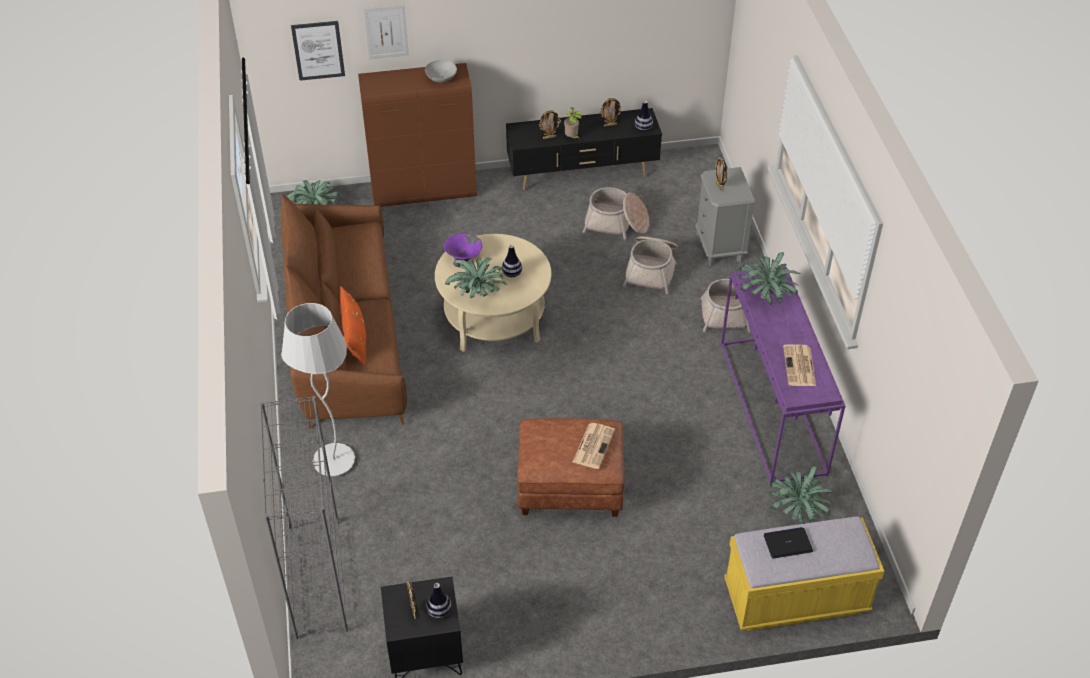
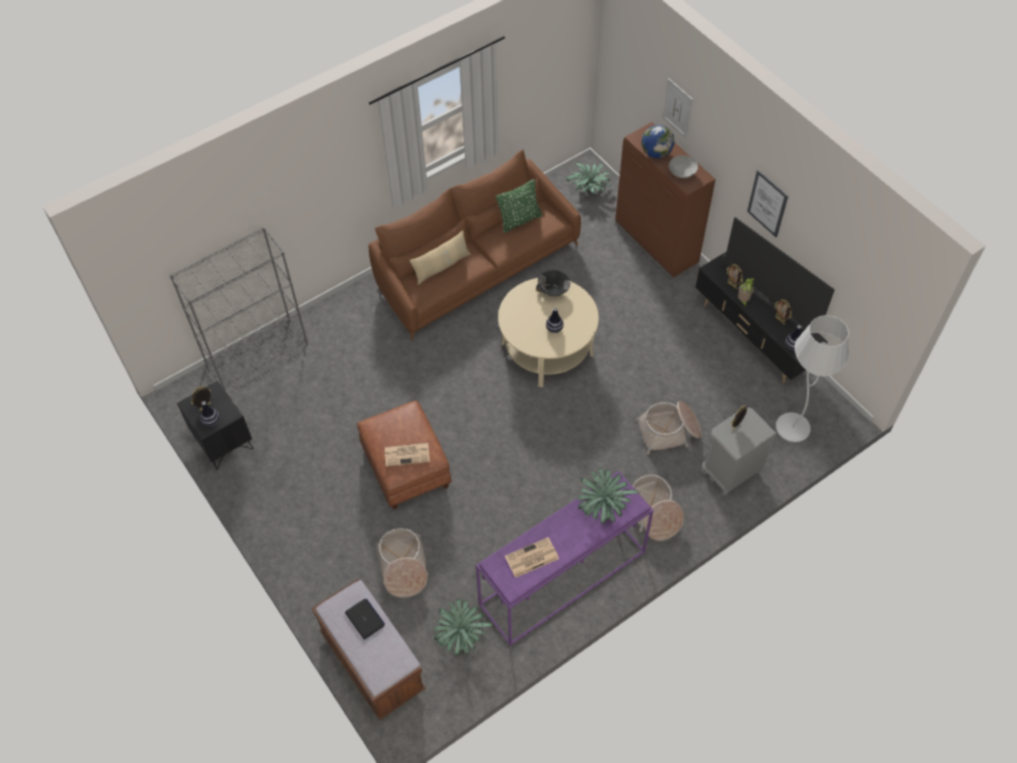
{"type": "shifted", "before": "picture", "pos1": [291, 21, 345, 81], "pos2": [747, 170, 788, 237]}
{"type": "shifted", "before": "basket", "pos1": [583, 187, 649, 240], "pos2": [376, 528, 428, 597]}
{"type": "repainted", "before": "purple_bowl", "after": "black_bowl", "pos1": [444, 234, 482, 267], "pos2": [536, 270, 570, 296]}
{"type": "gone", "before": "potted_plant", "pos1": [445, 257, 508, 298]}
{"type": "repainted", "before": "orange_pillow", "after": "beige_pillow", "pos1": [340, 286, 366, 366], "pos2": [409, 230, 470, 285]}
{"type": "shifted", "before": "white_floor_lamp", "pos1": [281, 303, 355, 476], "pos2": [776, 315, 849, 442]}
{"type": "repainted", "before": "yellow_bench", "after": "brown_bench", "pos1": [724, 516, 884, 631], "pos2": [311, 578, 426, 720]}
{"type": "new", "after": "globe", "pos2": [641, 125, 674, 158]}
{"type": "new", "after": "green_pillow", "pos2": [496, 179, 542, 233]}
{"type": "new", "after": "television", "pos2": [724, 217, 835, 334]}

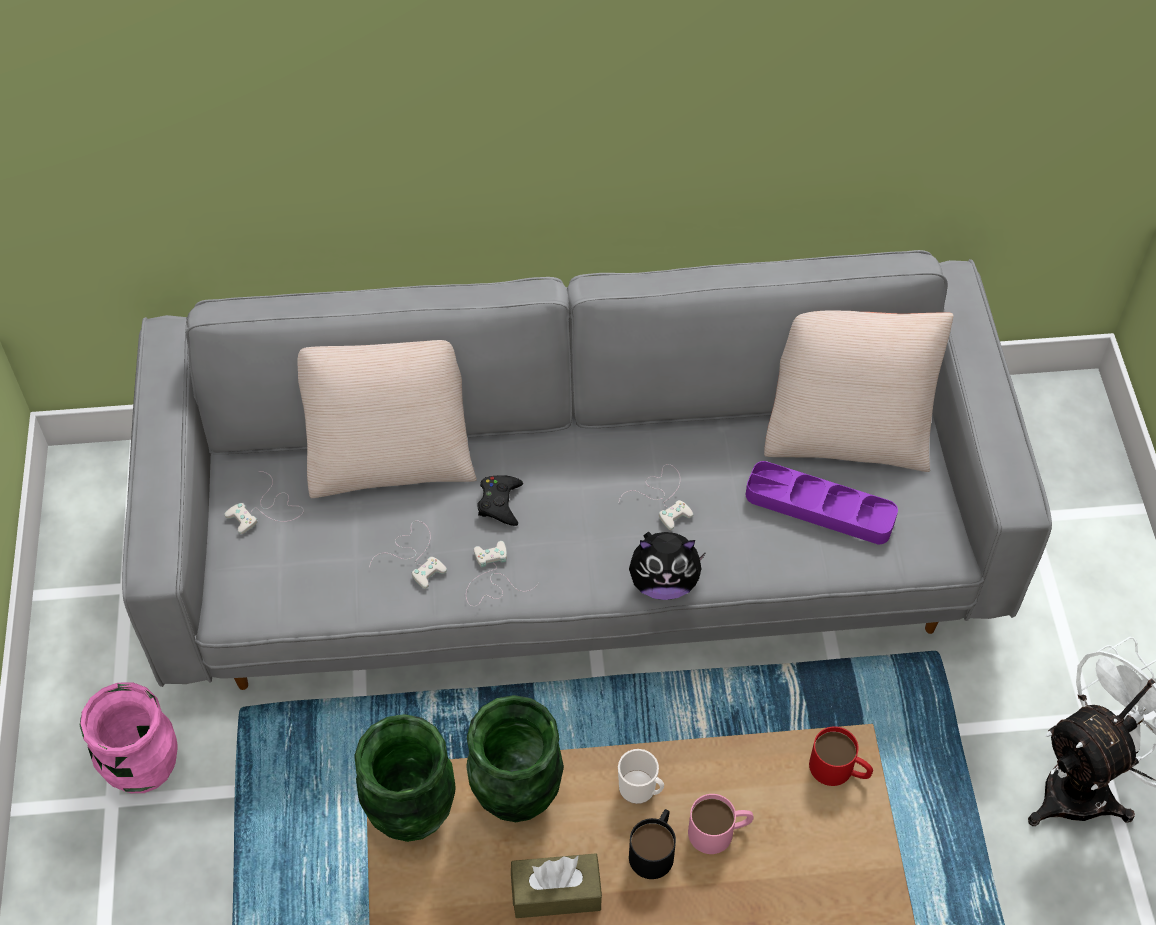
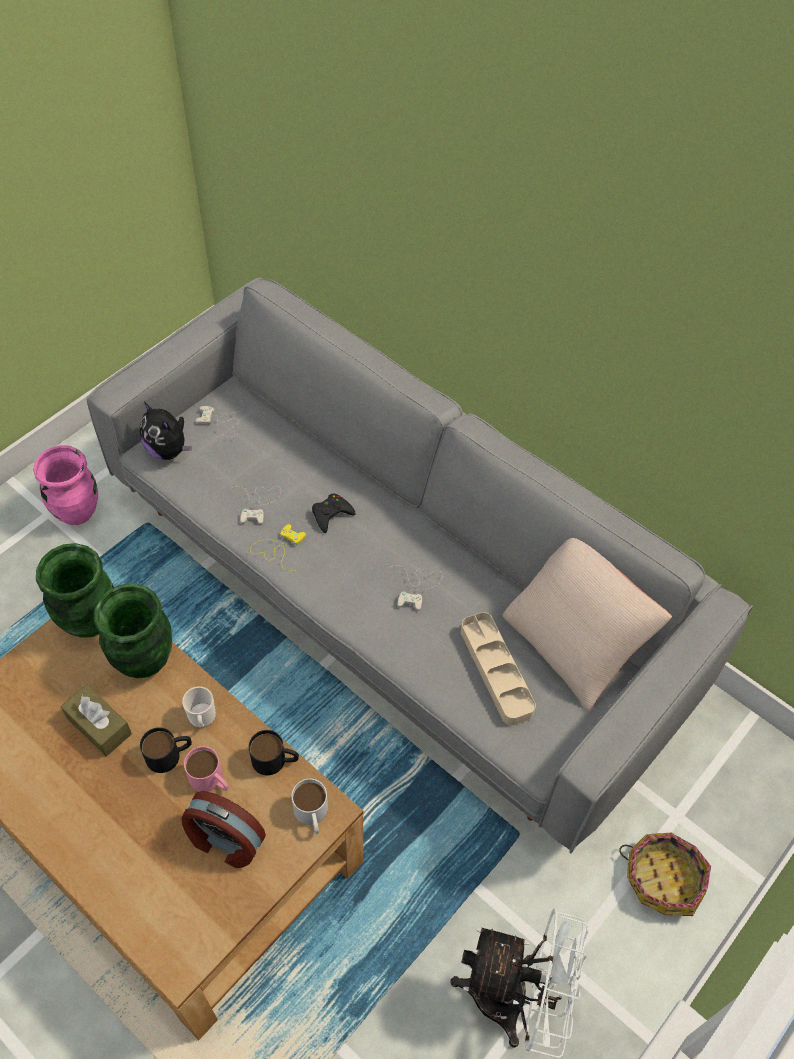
{"type": "gone", "before": "beige_pillow", "pos1": [298, 340, 477, 498]}
{"type": "repainted", "before": "purple_tray", "after": "beige_tray", "pos1": [746, 461, 898, 544], "pos2": [461, 612, 536, 725]}
{"type": "shifted", "before": "plush_toy", "pos1": [629, 532, 706, 600], "pos2": [140, 402, 192, 460]}
{"type": "repainted", "before": "white_game_controller", "after": "yellow_game_controller", "pos1": [466, 541, 539, 607], "pos2": [250, 524, 306, 571]}
{"type": "repainted", "before": "red_mug", "after": "white_mug", "pos1": [809, 726, 873, 786], "pos2": [292, 779, 328, 834]}
{"type": "new", "after": "black_mug", "pos2": [249, 730, 299, 775]}
{"type": "new", "after": "alarm_clock", "pos2": [181, 791, 266, 868]}
{"type": "new", "after": "basket", "pos2": [619, 833, 711, 916]}

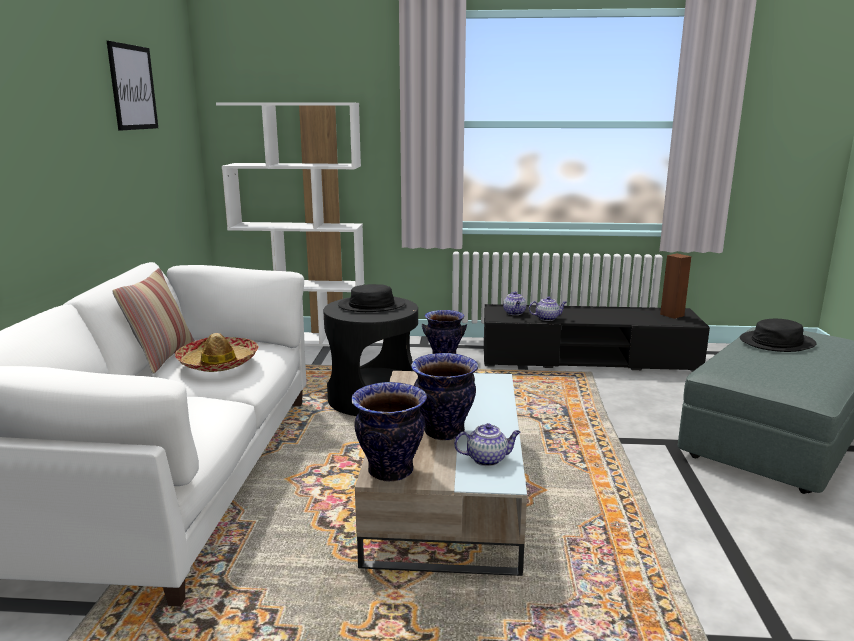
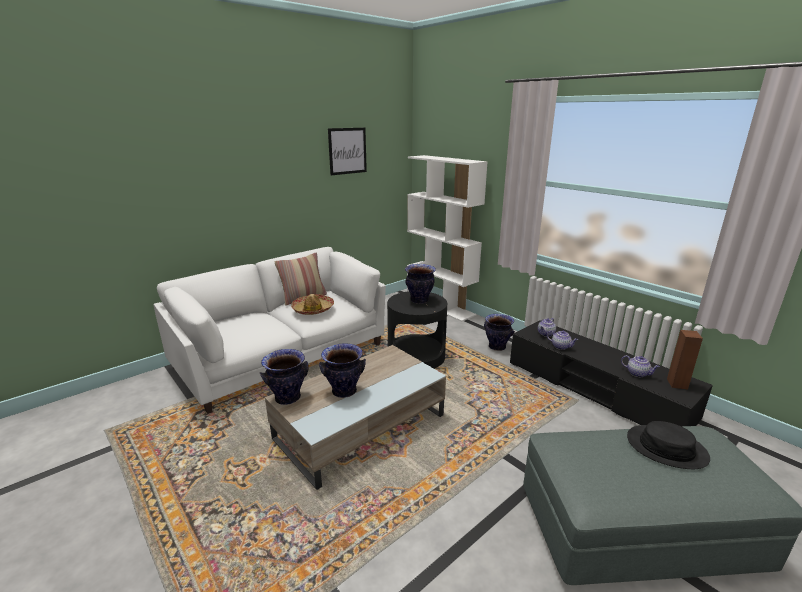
{"type": "swapped", "before": "black_hat", "after": "vase", "pos1": [338, 284, 405, 312], "pos2": [405, 264, 436, 304]}
{"type": "shifted", "before": "teapot", "pos1": [454, 423, 521, 466], "pos2": [621, 355, 660, 377]}

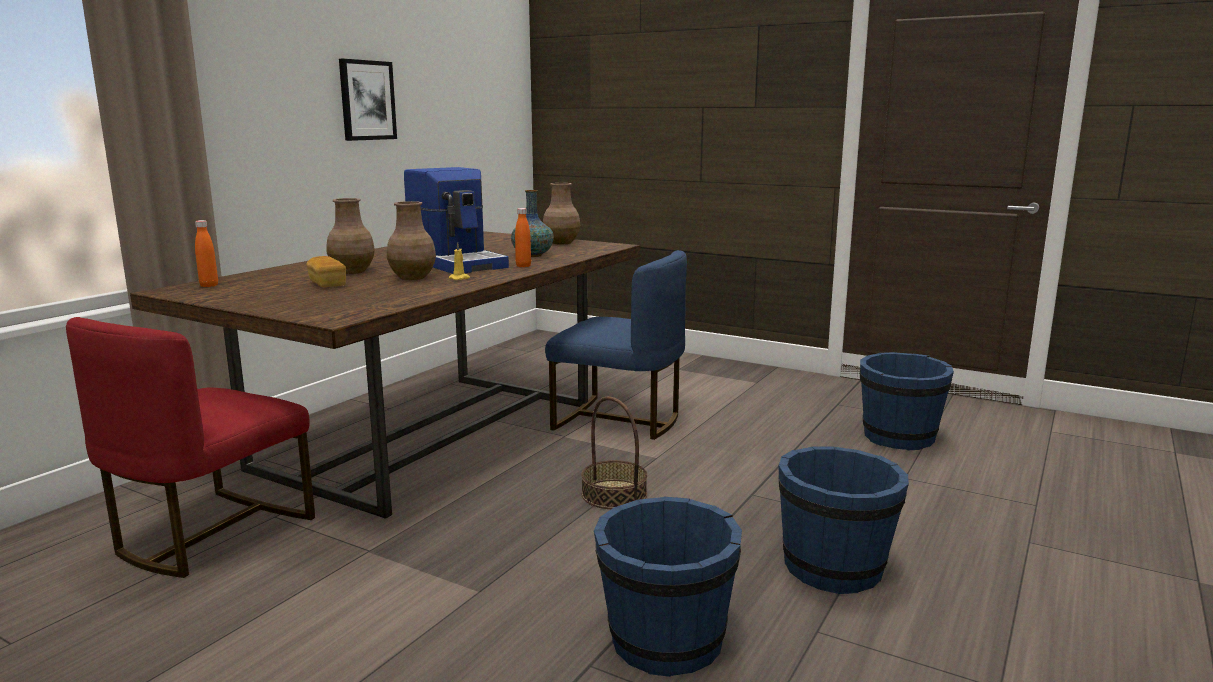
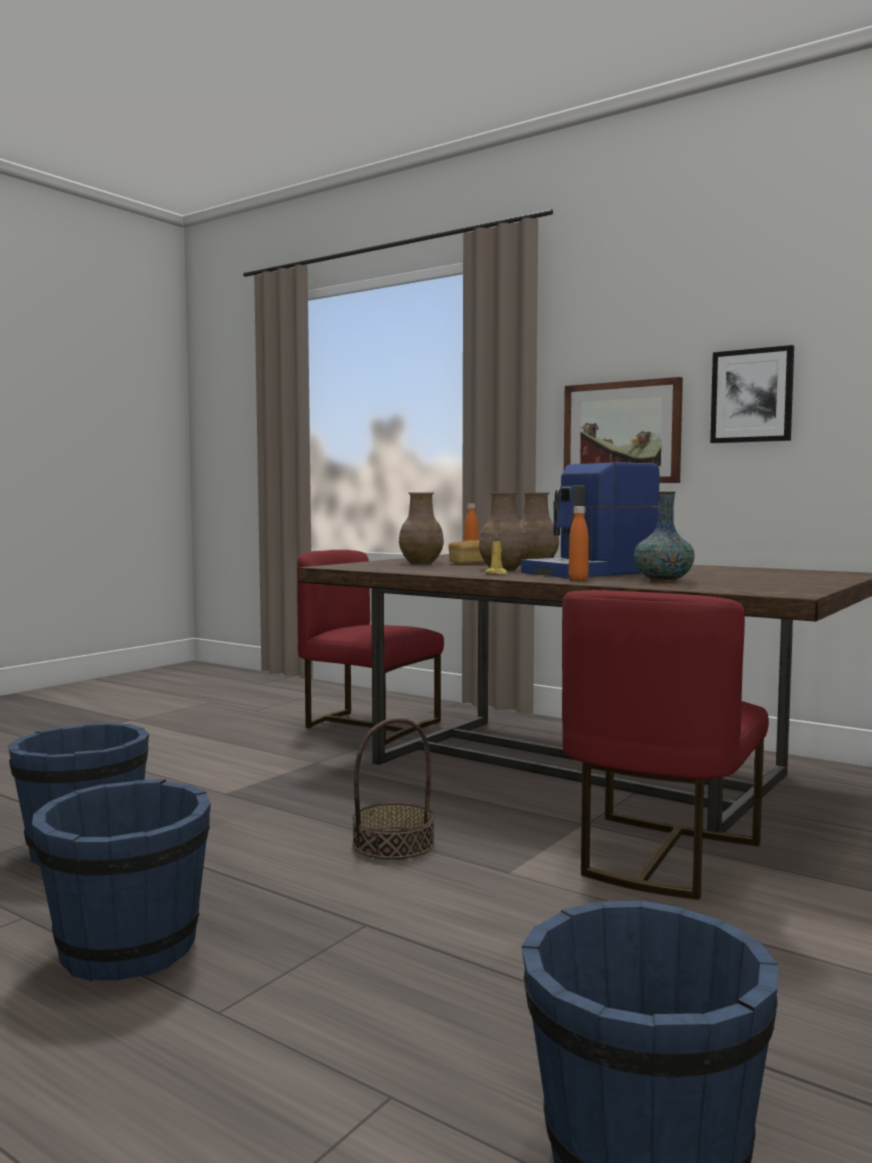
{"type": "shifted", "before": "brown_vase", "pos1": [543, 183, 580, 244], "pos2": [399, 492, 444, 564]}
{"type": "repainted", "before": "blue_chair", "after": "red_chair", "pos1": [545, 250, 687, 440], "pos2": [562, 590, 769, 900]}
{"type": "new", "after": "picture", "pos2": [564, 377, 683, 483]}

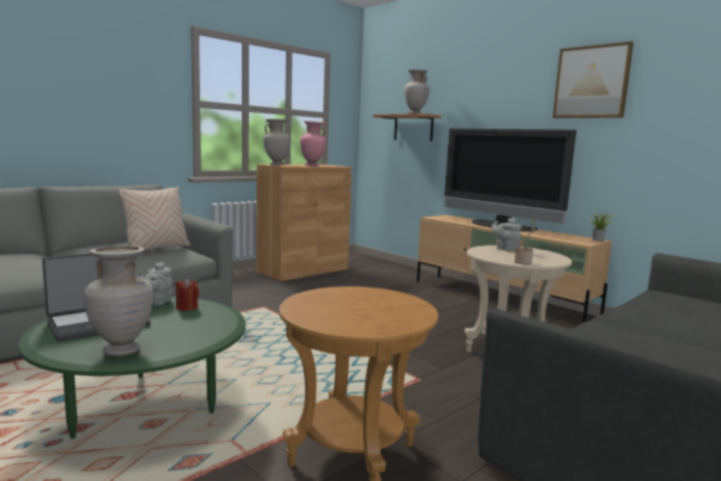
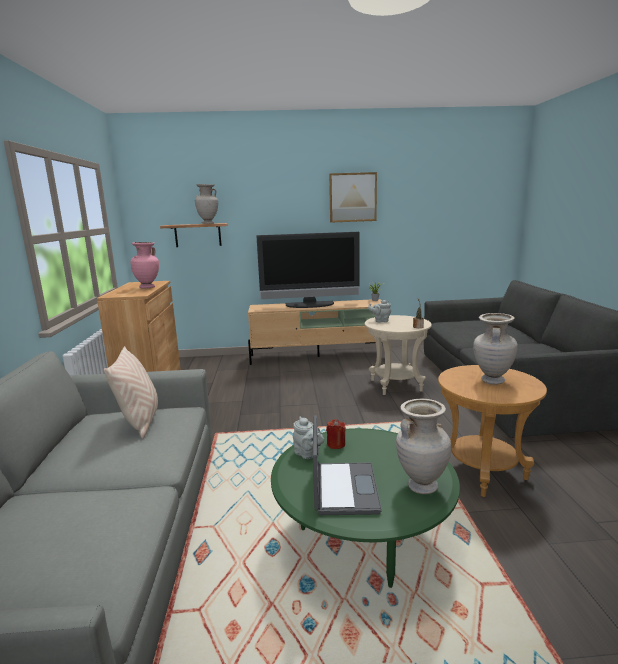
{"type": "shifted", "before": "beige_vase", "pos1": [263, 119, 291, 165], "pos2": [473, 313, 518, 385]}

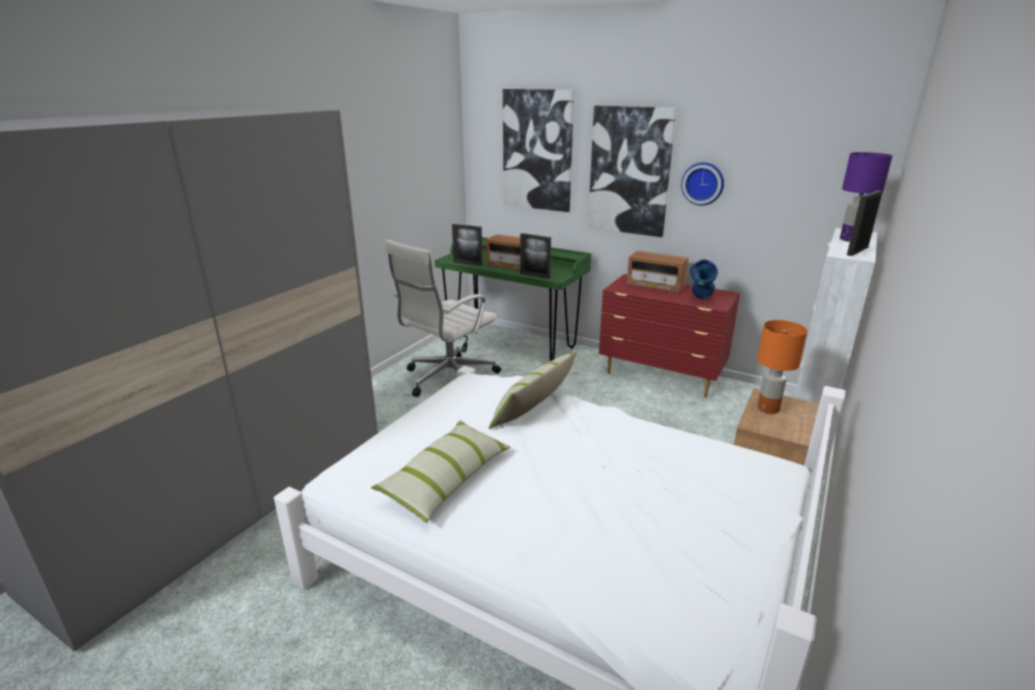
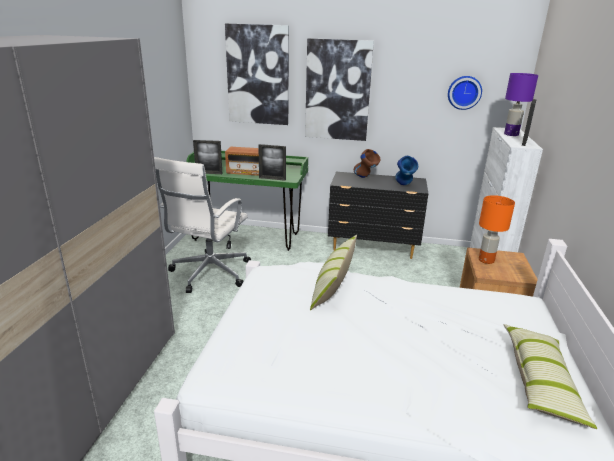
{"type": "shifted", "before": "wall_clock", "pos1": [681, 162, 724, 205], "pos2": [448, 76, 482, 110]}
{"type": "swapped", "before": "radio", "after": "brown_vase", "pos1": [627, 251, 689, 293], "pos2": [353, 149, 380, 178]}
{"type": "repainted", "before": "red_dresser", "after": "black_dresser", "pos1": [599, 274, 740, 398], "pos2": [328, 172, 428, 259]}
{"type": "shifted", "before": "pillow", "pos1": [371, 420, 510, 523], "pos2": [504, 324, 597, 429]}

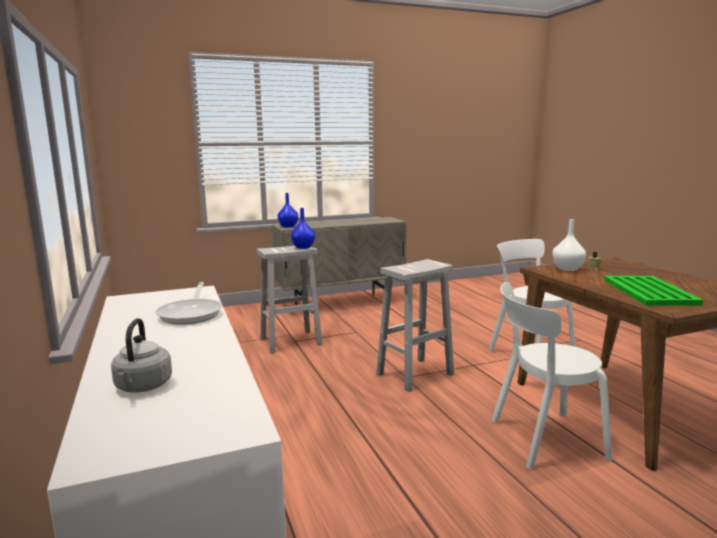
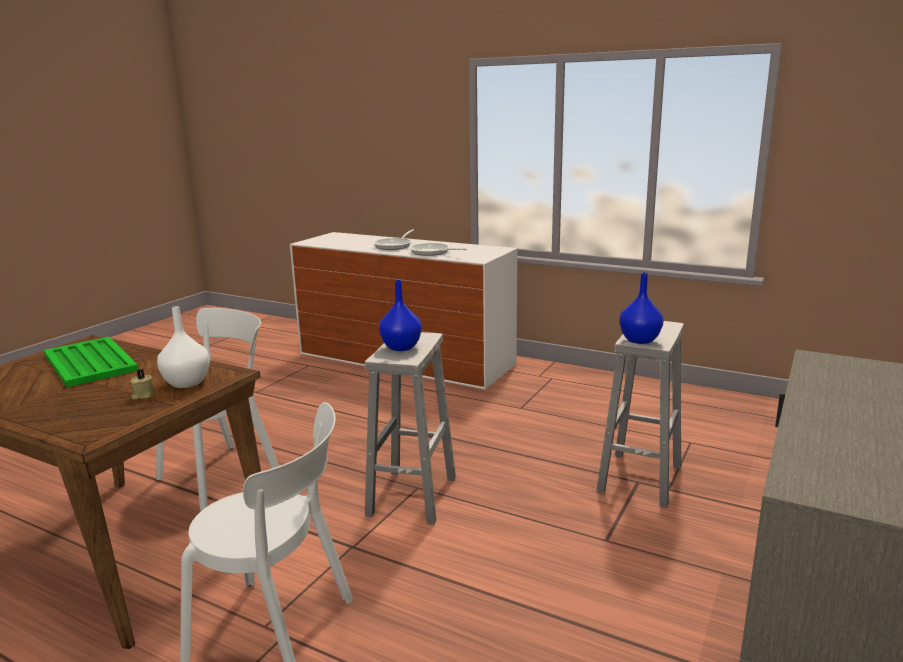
{"type": "shifted", "before": "blue_vase", "pos1": [278, 193, 298, 227], "pos2": [379, 280, 422, 351]}
{"type": "gone", "before": "grey_kettle", "pos1": [111, 318, 172, 393]}
{"type": "new", "after": "frying_pan", "pos2": [373, 229, 414, 250]}

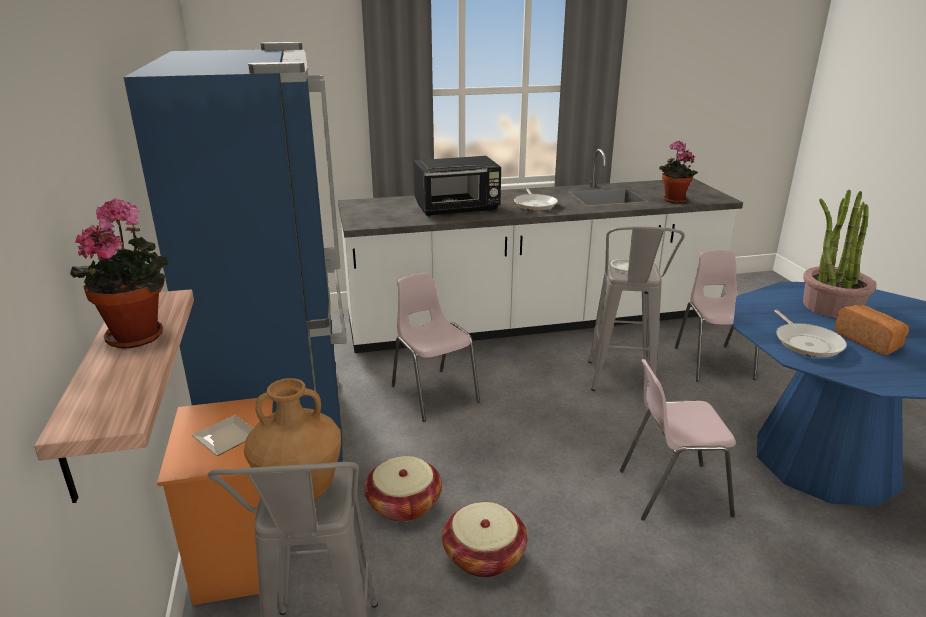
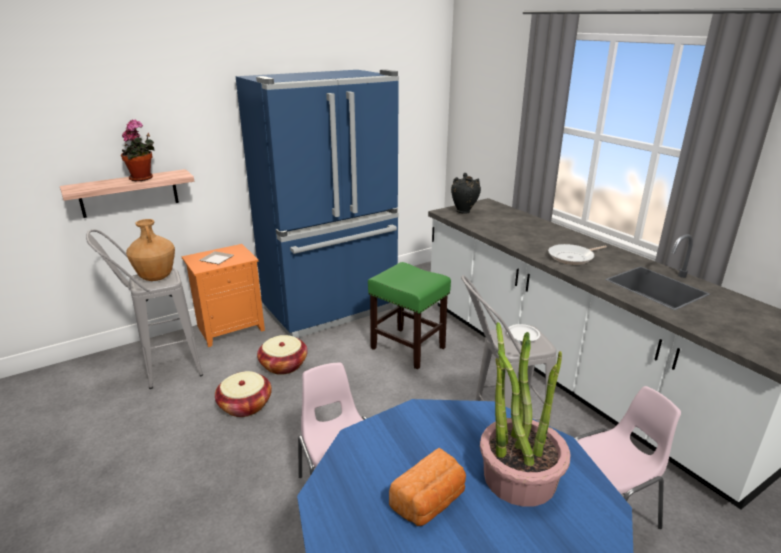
{"type": "gone", "before": "potted_plant", "pos1": [659, 140, 698, 204]}
{"type": "gone", "before": "black_microwave", "pos1": [414, 156, 501, 216]}
{"type": "swapped", "before": "pink_chair", "after": "green_stool", "pos1": [392, 273, 480, 422], "pos2": [368, 262, 451, 370]}
{"type": "gone", "before": "frying_pan", "pos1": [774, 310, 847, 357]}
{"type": "new", "after": "black_vase", "pos2": [451, 173, 481, 214]}

